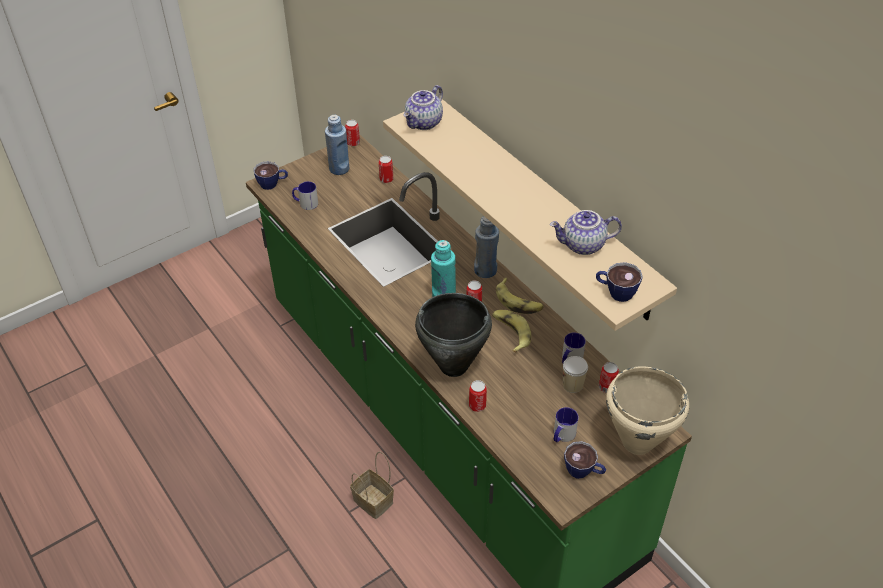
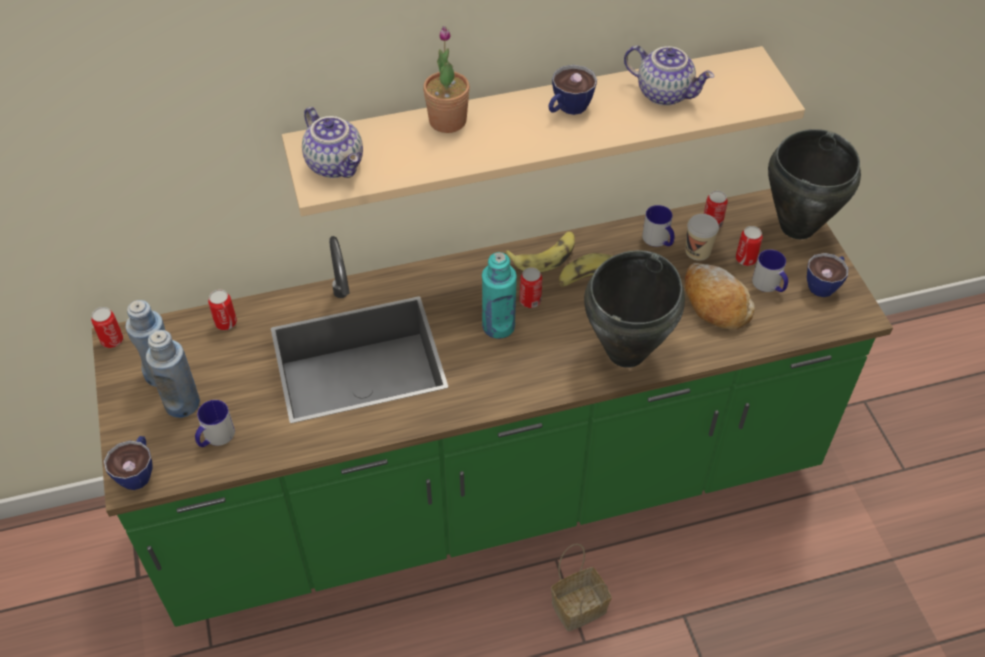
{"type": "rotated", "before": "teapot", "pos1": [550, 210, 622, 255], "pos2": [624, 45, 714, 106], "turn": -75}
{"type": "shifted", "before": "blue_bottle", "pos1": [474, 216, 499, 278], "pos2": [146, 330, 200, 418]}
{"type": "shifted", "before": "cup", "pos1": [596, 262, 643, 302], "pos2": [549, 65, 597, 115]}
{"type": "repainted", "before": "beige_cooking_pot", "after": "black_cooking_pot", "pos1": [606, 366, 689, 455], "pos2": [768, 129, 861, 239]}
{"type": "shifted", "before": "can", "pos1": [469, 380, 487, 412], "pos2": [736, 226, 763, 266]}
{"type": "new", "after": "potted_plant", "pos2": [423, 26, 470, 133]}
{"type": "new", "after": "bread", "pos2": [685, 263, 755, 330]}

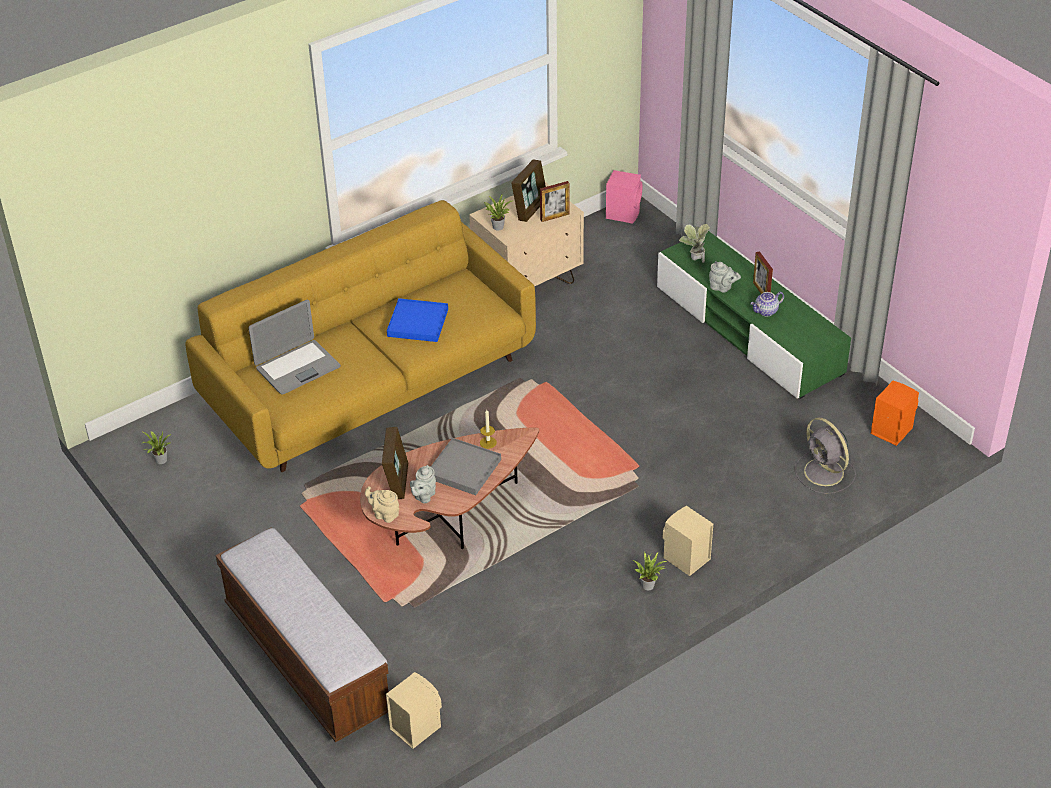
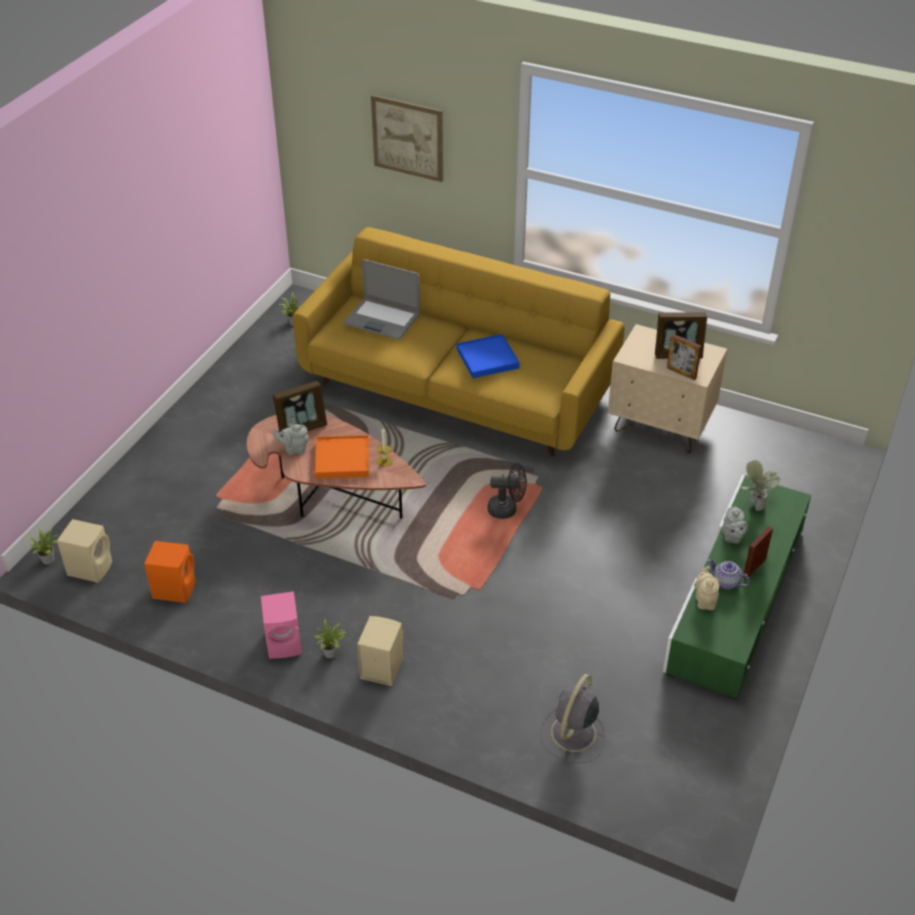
{"type": "shifted", "before": "pink_speaker", "pos1": [606, 170, 643, 224], "pos2": [261, 591, 302, 659]}
{"type": "shifted", "before": "potted_plant", "pos1": [484, 194, 515, 231], "pos2": [26, 527, 58, 565]}
{"type": "shifted", "before": "orange_speaker", "pos1": [871, 381, 919, 446], "pos2": [144, 541, 195, 603]}
{"type": "repainted", "before": "grey_tray", "after": "orange_tray", "pos1": [431, 438, 501, 495], "pos2": [315, 435, 369, 479]}
{"type": "shifted", "before": "beige_teapot", "pos1": [365, 486, 399, 523], "pos2": [694, 566, 720, 610]}
{"type": "gone", "before": "bench", "pos1": [215, 527, 388, 743]}
{"type": "new", "after": "picture", "pos2": [371, 95, 443, 182]}
{"type": "new", "after": "black_fan", "pos2": [488, 463, 527, 519]}

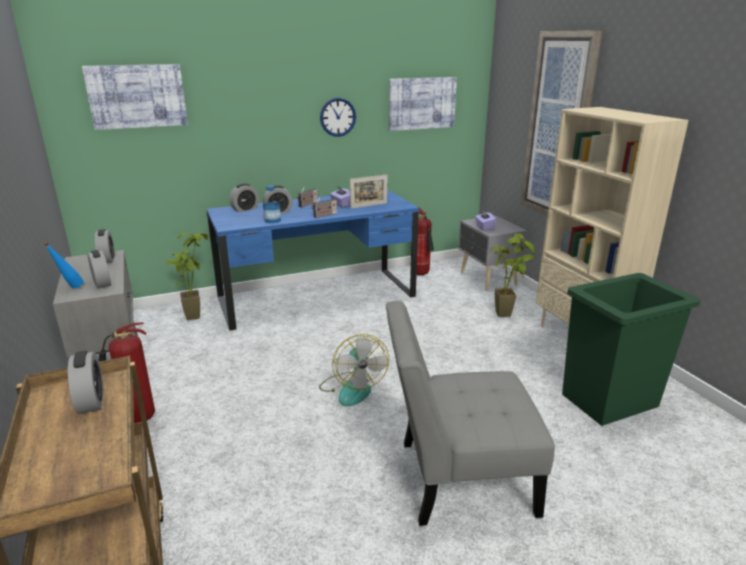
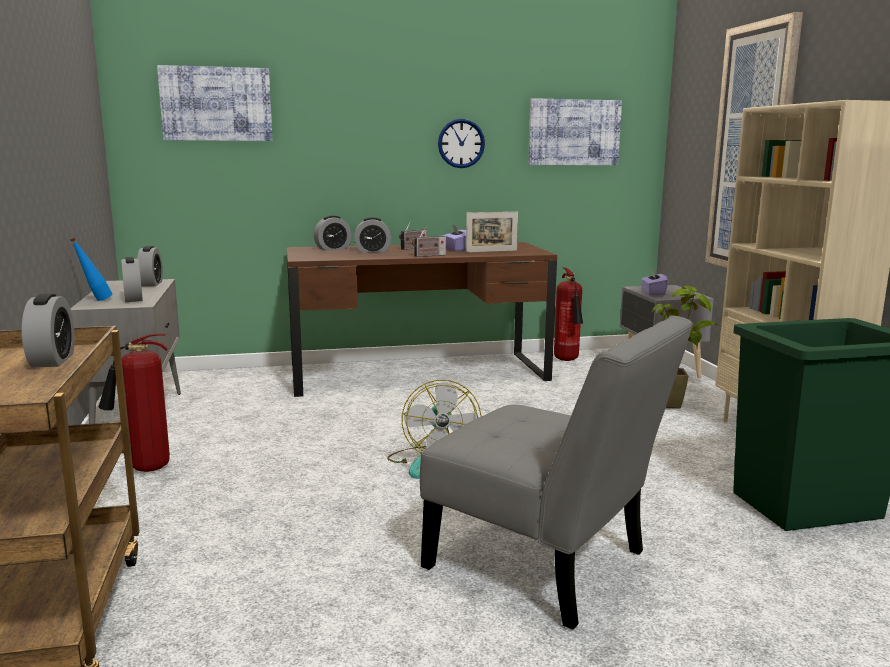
{"type": "gone", "before": "bottle", "pos1": [263, 185, 281, 223]}
{"type": "repainted", "before": "blue_desk", "after": "brown_desk", "pos1": [206, 190, 419, 331], "pos2": [287, 242, 557, 397]}
{"type": "gone", "before": "potted_plant", "pos1": [166, 233, 208, 320]}
{"type": "rotated", "before": "grey_chair", "pos1": [386, 300, 555, 526], "pos2": [420, 316, 693, 630], "turn": -150}

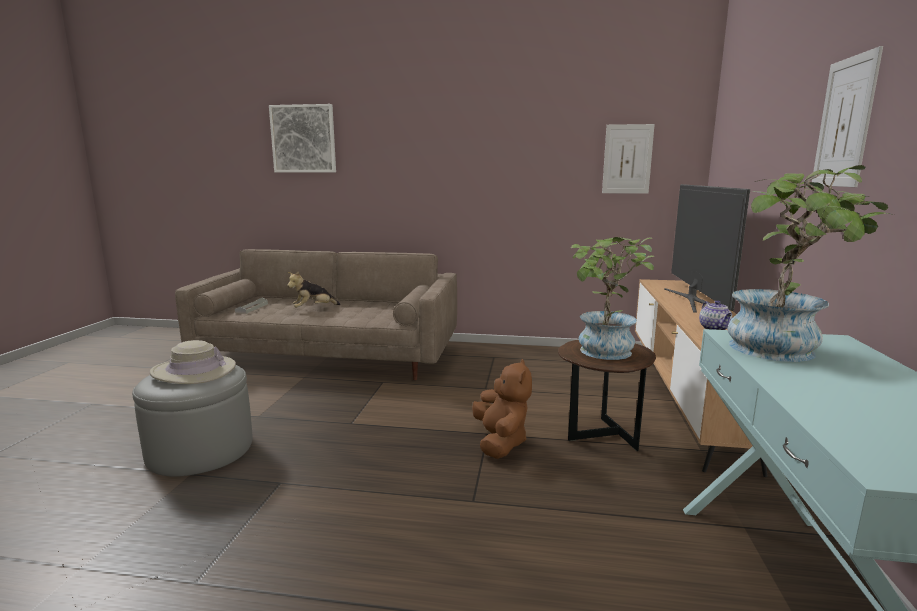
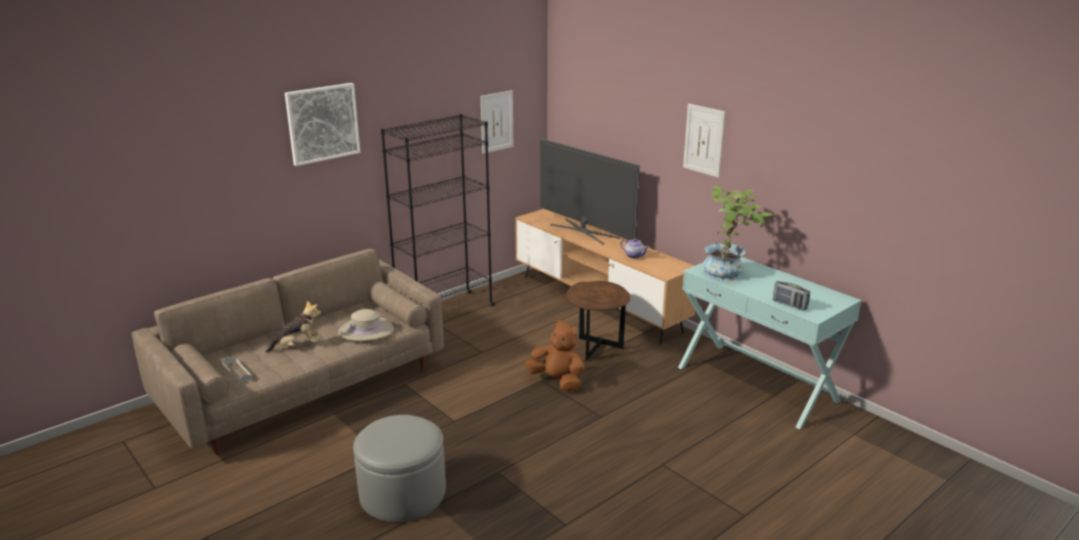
{"type": "shifted", "before": "picture", "pos1": [269, 104, 336, 172], "pos2": [285, 83, 360, 166]}
{"type": "gone", "before": "potted_plant", "pos1": [571, 237, 655, 360]}
{"type": "rotated", "before": "plush_toy", "pos1": [287, 272, 341, 308], "pos2": [265, 300, 321, 353], "turn": -120}
{"type": "shifted", "before": "beige_hat", "pos1": [150, 340, 236, 384], "pos2": [338, 309, 394, 341]}
{"type": "new", "after": "black_bookcase", "pos2": [381, 114, 495, 306]}
{"type": "new", "after": "radio", "pos2": [773, 281, 810, 311]}

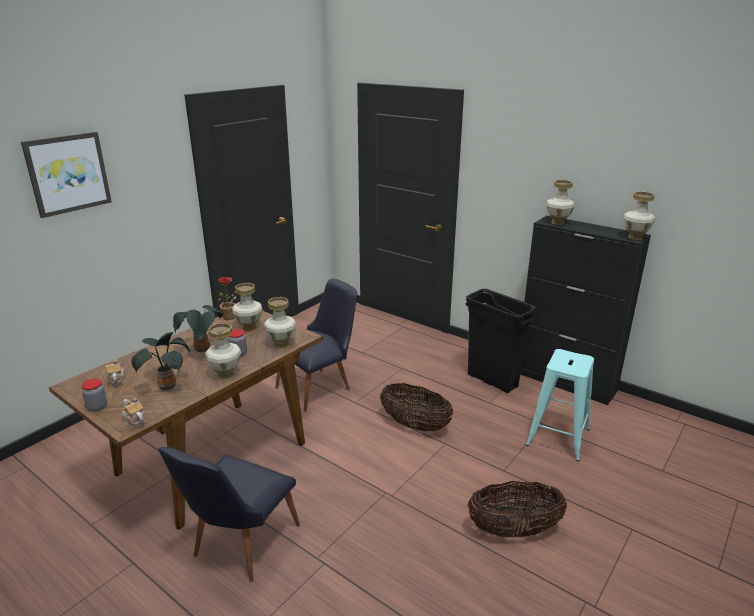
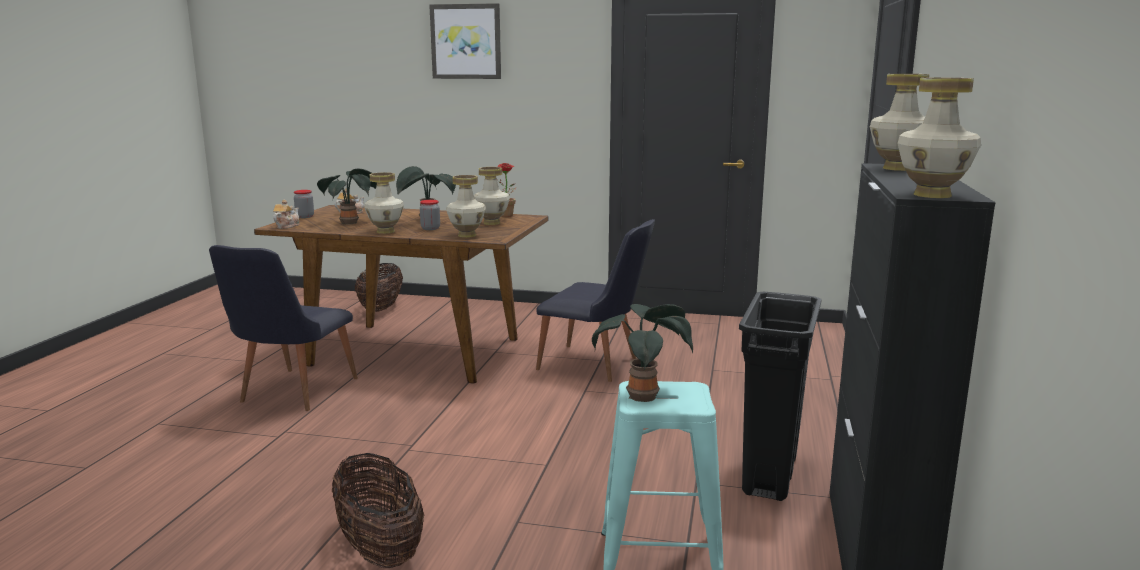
{"type": "shifted", "before": "basket", "pos1": [380, 383, 453, 431], "pos2": [355, 263, 403, 312]}
{"type": "rotated", "before": "black_chair", "pos1": [158, 447, 300, 582], "pos2": [209, 245, 358, 411], "turn": -75}
{"type": "new", "after": "potted_plant", "pos2": [592, 304, 693, 402]}

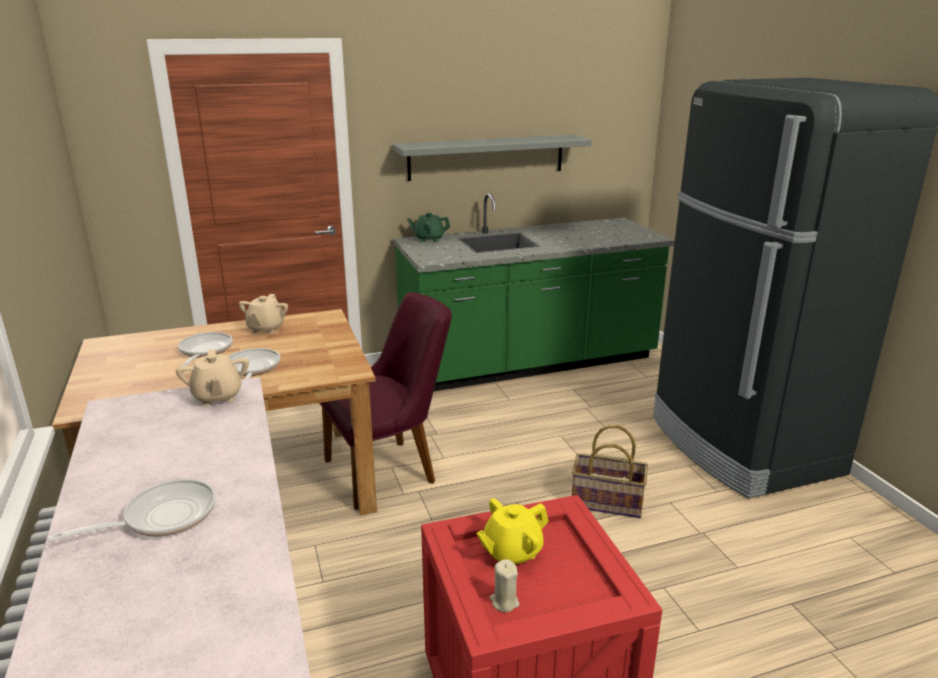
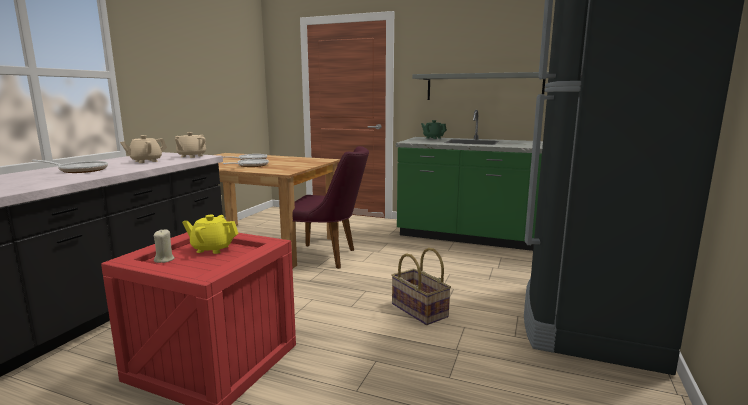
{"type": "shifted", "before": "beige_teapot", "pos1": [239, 294, 288, 334], "pos2": [120, 135, 167, 163]}

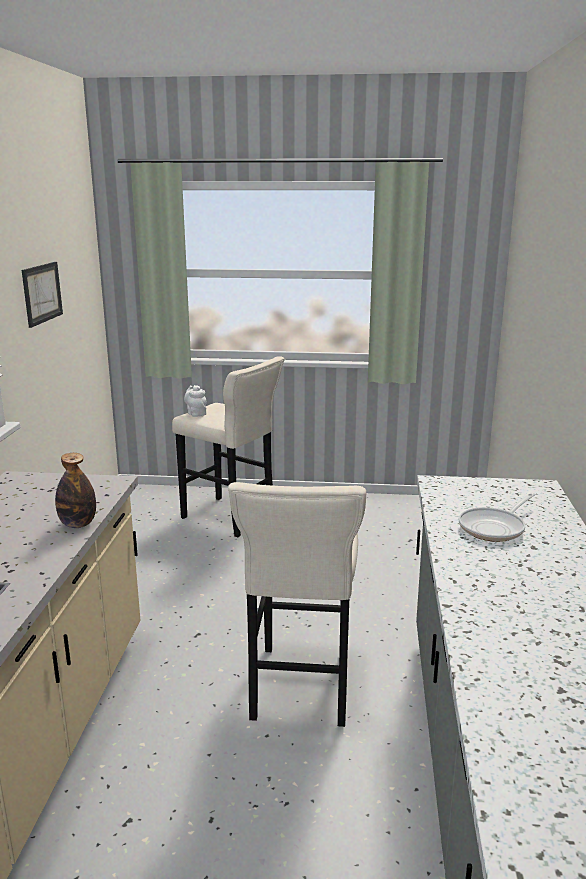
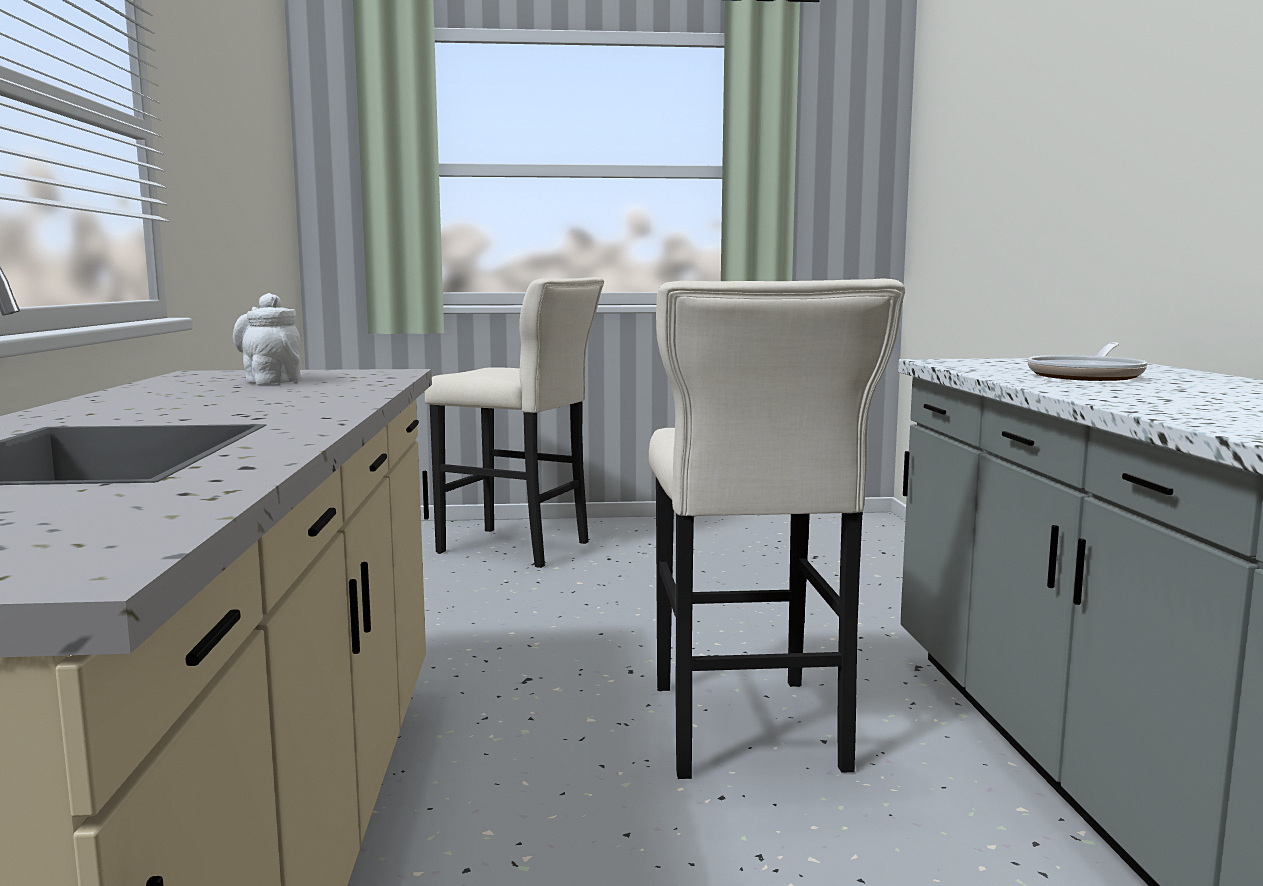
{"type": "gone", "before": "picture", "pos1": [22, 262, 63, 328]}
{"type": "shifted", "before": "white_teapot", "pos1": [184, 385, 206, 417], "pos2": [233, 293, 301, 384]}
{"type": "gone", "before": "bottle", "pos1": [55, 453, 96, 528]}

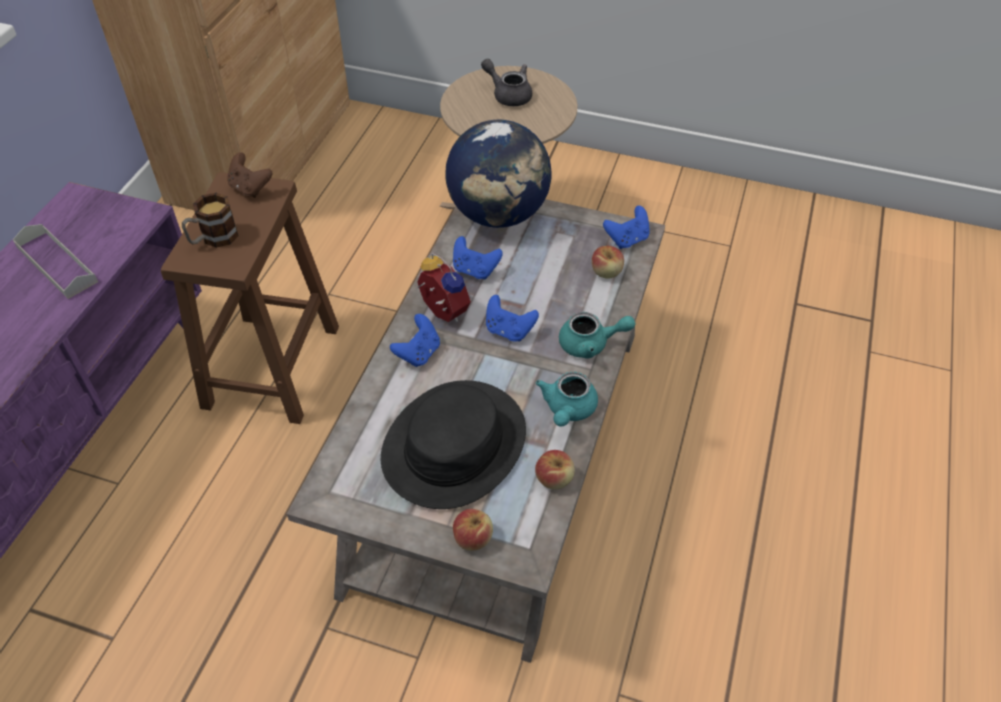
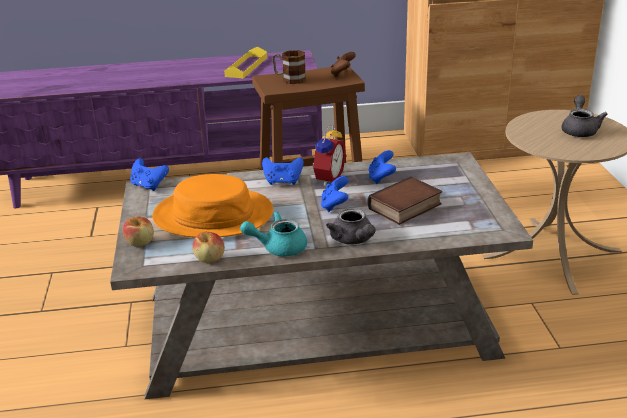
{"type": "gone", "before": "globe", "pos1": [446, 120, 552, 228]}
{"type": "shifted", "before": "blue_game_controller", "pos1": [603, 206, 650, 249], "pos2": [130, 158, 169, 191]}
{"type": "repainted", "before": "grey_tray", "after": "yellow_tray", "pos1": [12, 224, 98, 299], "pos2": [224, 47, 267, 79]}
{"type": "gone", "before": "apple", "pos1": [592, 246, 624, 279]}
{"type": "repainted", "before": "turquoise_teapot", "after": "grey_teapot", "pos1": [559, 312, 635, 359], "pos2": [326, 208, 375, 245]}
{"type": "repainted", "before": "black_hat", "after": "orange_hat", "pos1": [381, 380, 526, 509], "pos2": [152, 174, 273, 238]}
{"type": "new", "after": "book", "pos2": [368, 177, 442, 225]}

